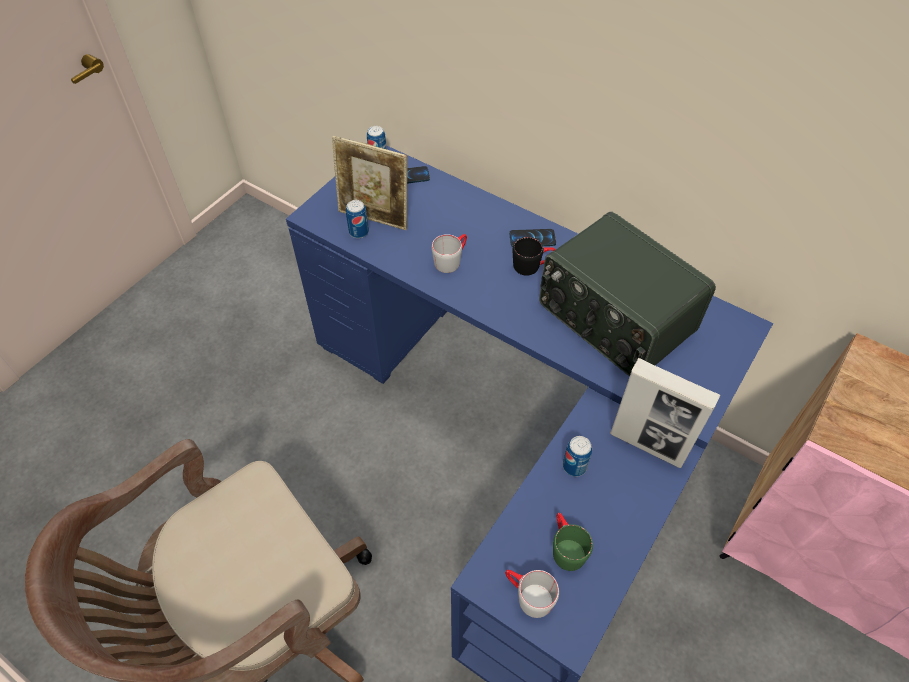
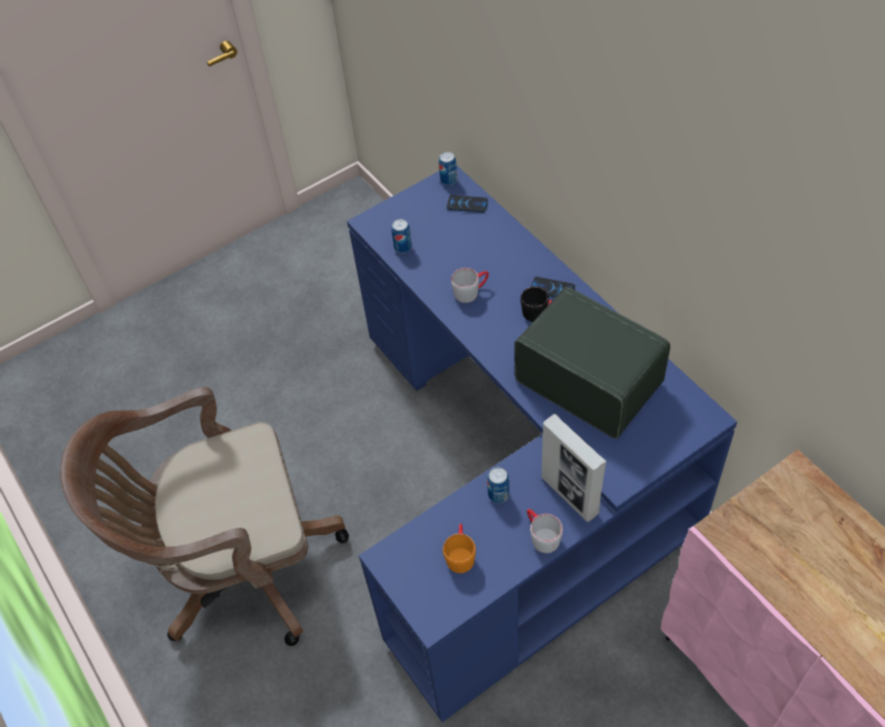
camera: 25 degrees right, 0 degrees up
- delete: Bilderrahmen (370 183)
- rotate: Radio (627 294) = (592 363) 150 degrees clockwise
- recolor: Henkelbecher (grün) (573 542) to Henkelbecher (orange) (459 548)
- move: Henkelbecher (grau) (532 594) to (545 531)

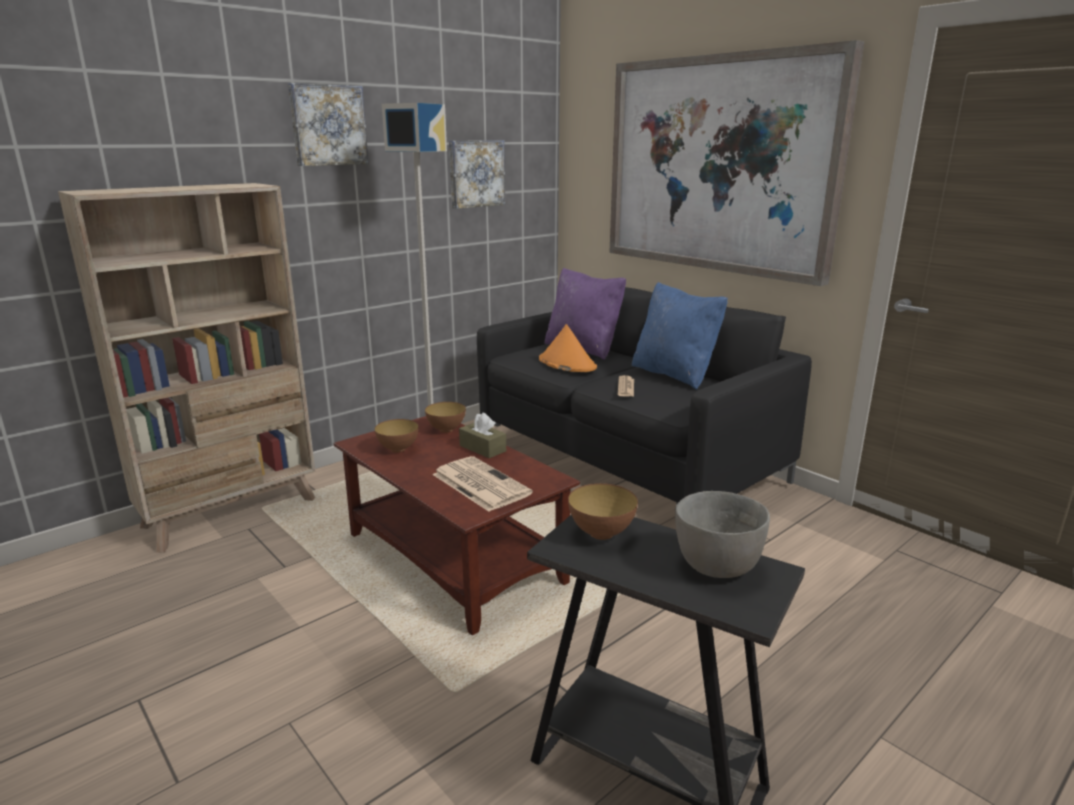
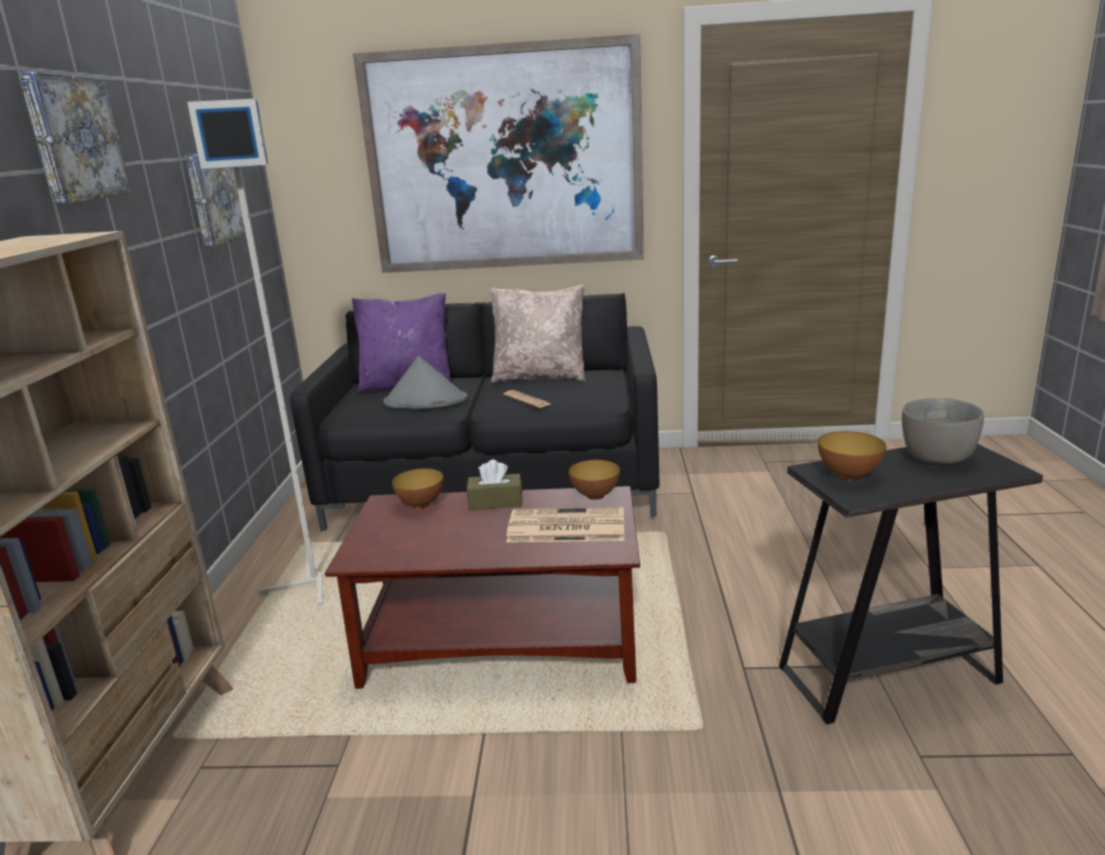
camera: 45 degrees left, 0 degrees up
- recolor: Kissen (blau) (680 336) to Kissen (beige) (538 334)
- recolor: Hut (orange) (568 348) to Hut (grau) (425 382)
- move: Schüssel (397 436) to (594 480)

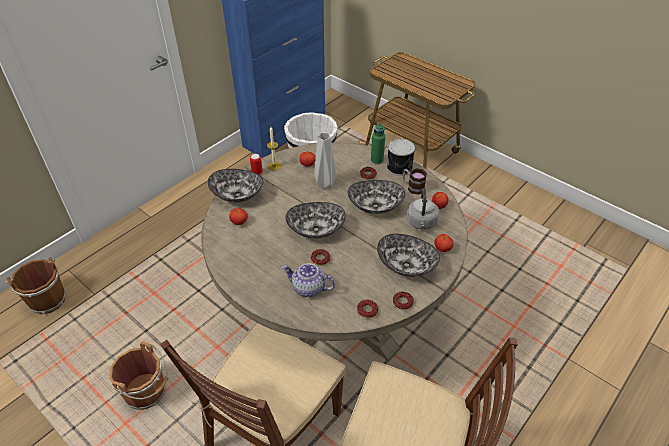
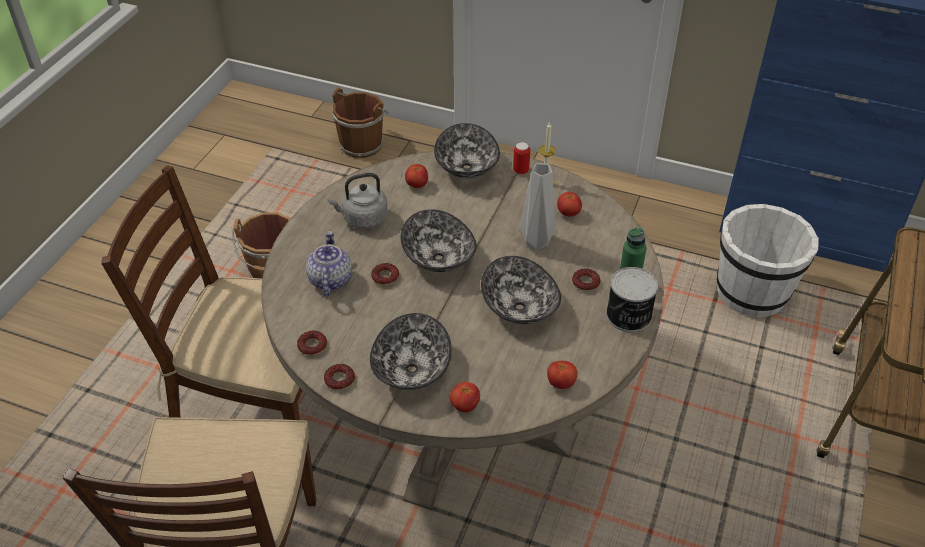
camera: 70 degrees right, 0 degrees up
- delete: Henkelbecher (415 181)
- move: Wasserkessel (grau) (423 209) to (358 201)

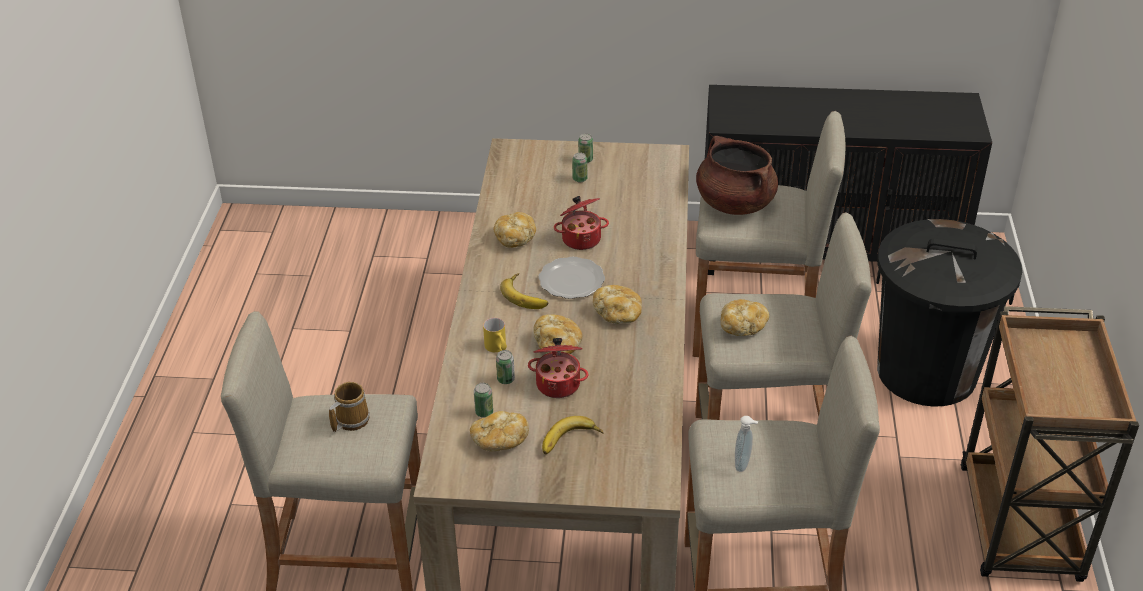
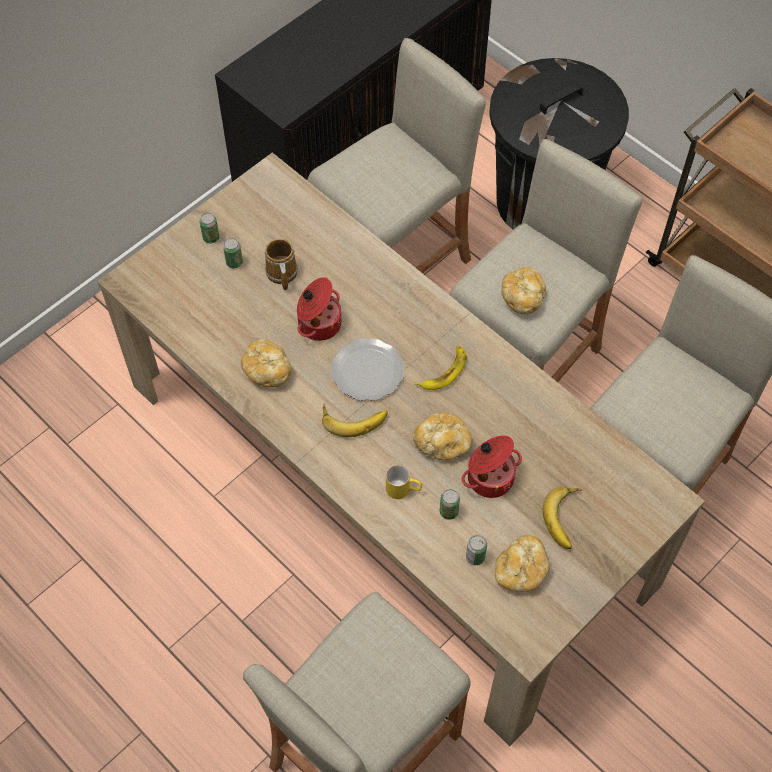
camera: 50 degrees left, 20 degrees up
- delete: Kochtopf (braun) (737 175)
- replace: Brot (617 304) to Banane (440 367)
- move: Henkelbecher (349 407) to (281 264)
- delete: Seifenspender (746 444)

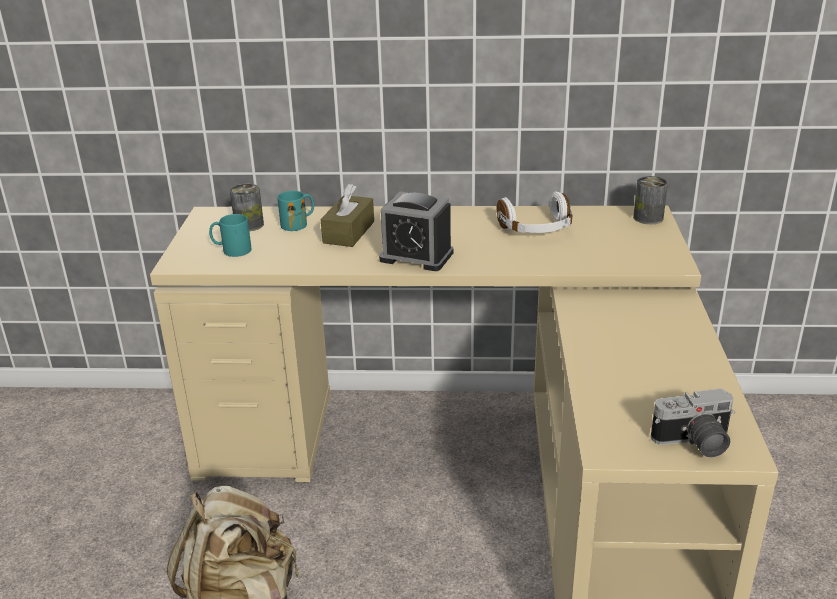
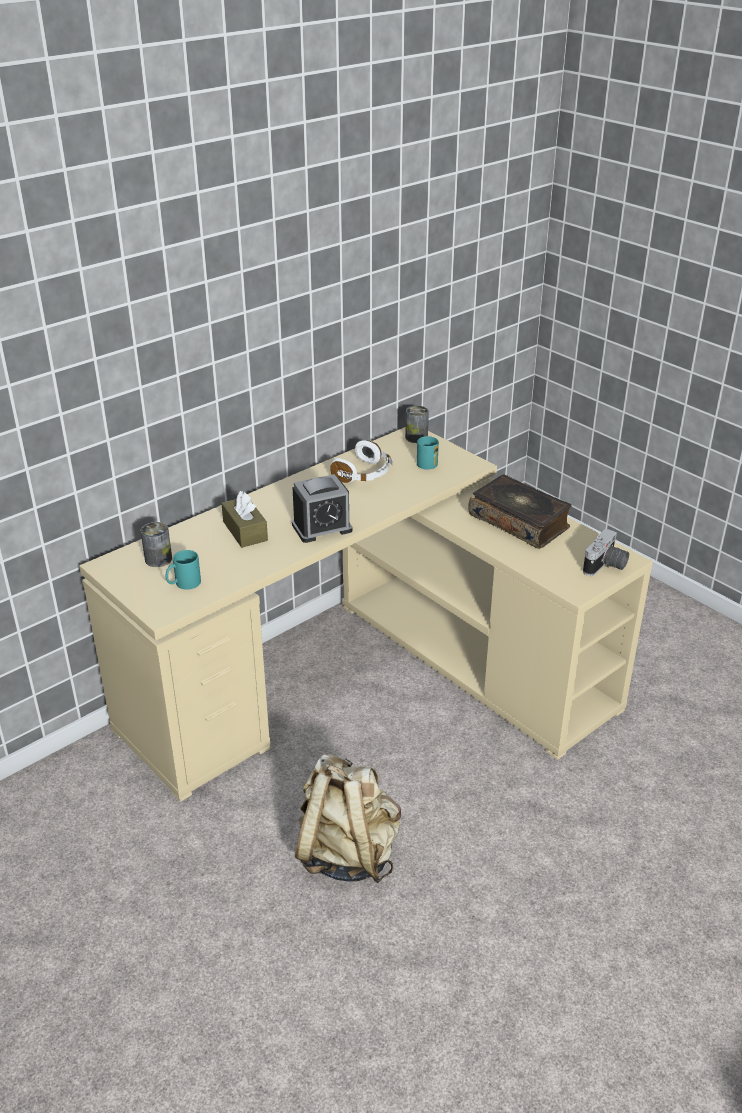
camera: 45 degrees left, 5 degrees up
- move: Henkelbecher (türkis) (295 211) to (428 452)
- insert: Buch (520 511)

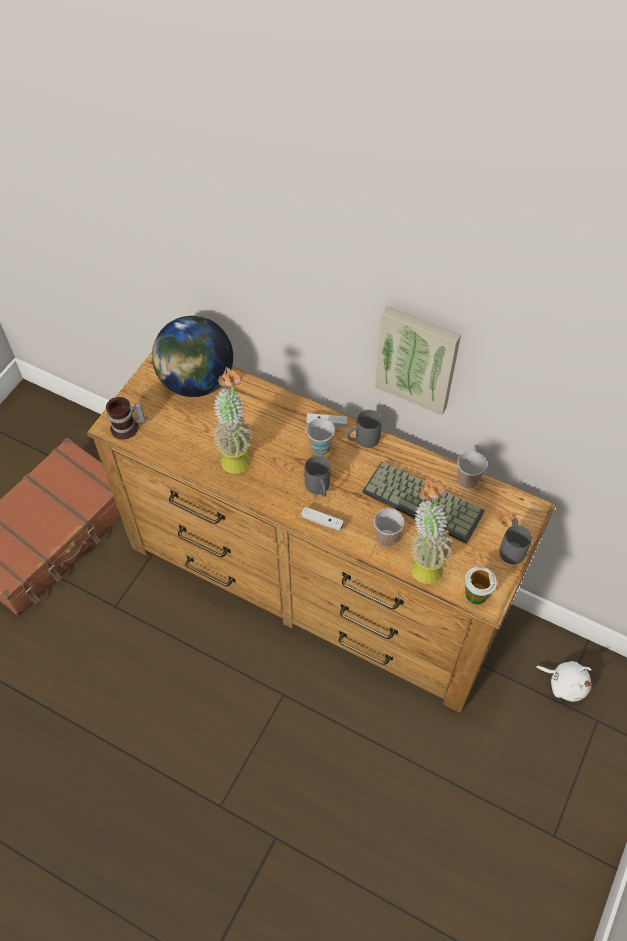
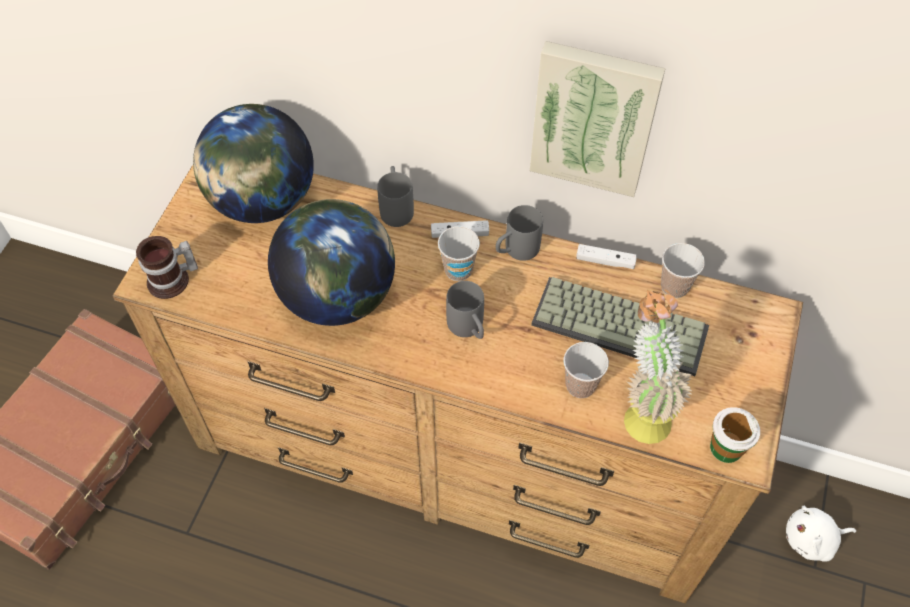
camera: 10 degrees left, 0 degrees up
- replace: Topfpflanze (233 420) to Globus (331 262)
- move: Gamepad (weiß) (322 519) to (606 256)
- move: Henkelbecher (grau) (515 541) to (395 196)
- rotate: Plüschtier (weiß) (564 681) = (821 534) 150 degrees clockwise

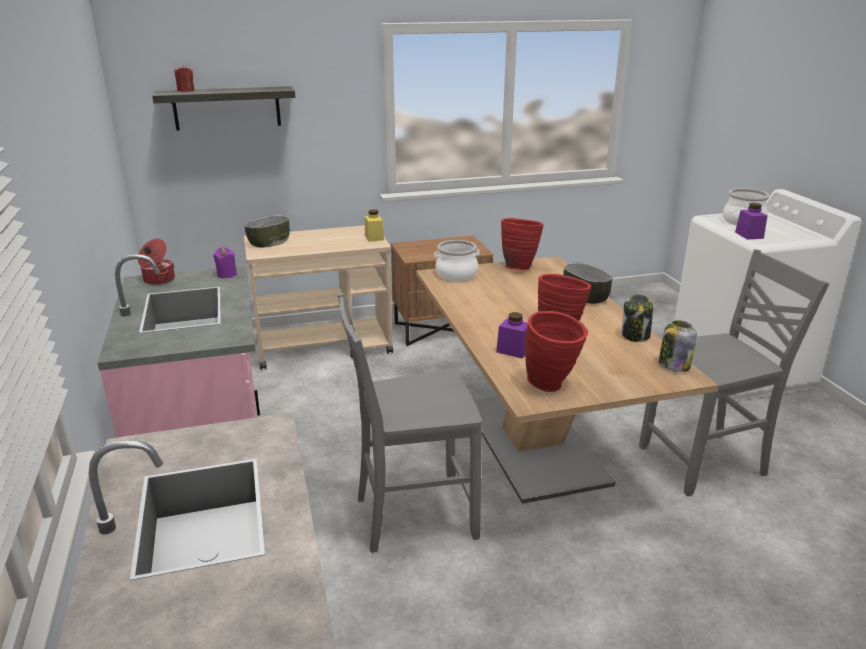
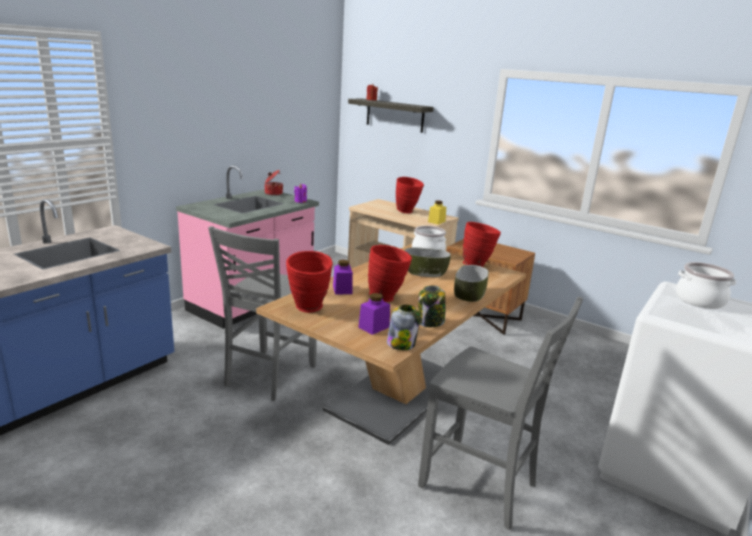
camera: 50 degrees right, 5 degrees down
- move: Vorratsglas (lila) (751 221) to (374 314)
- move: Schüssel (267 231) to (428 262)
- rotate: Stuhl (grau) (410 423) = (262 313) 105 degrees counterclockwise
- insert: Vase (rot) (410 195)

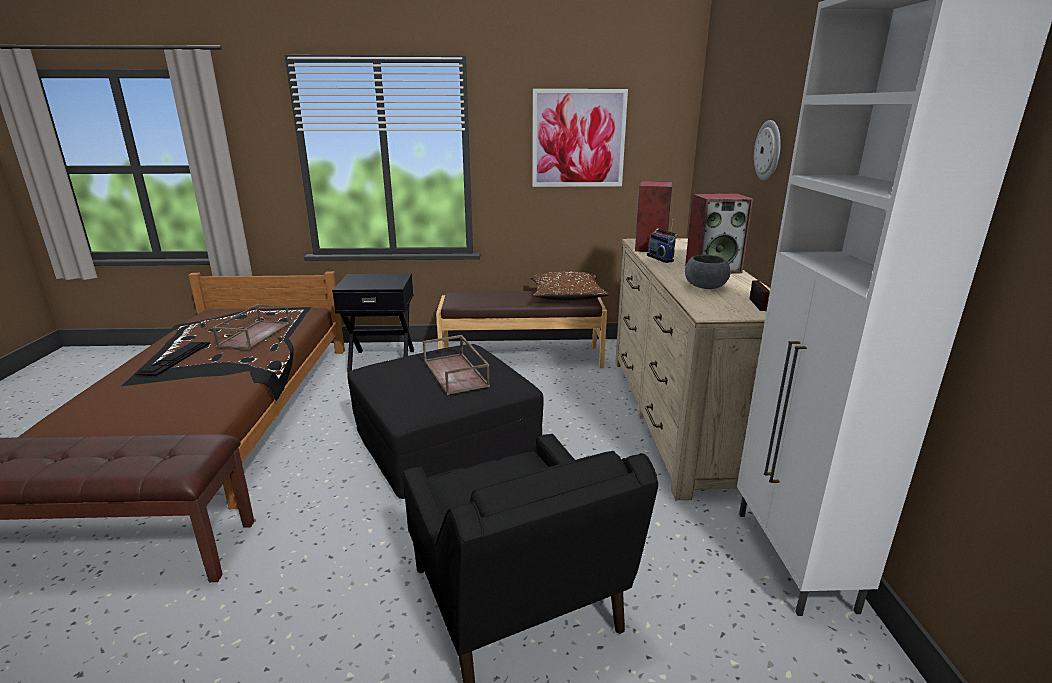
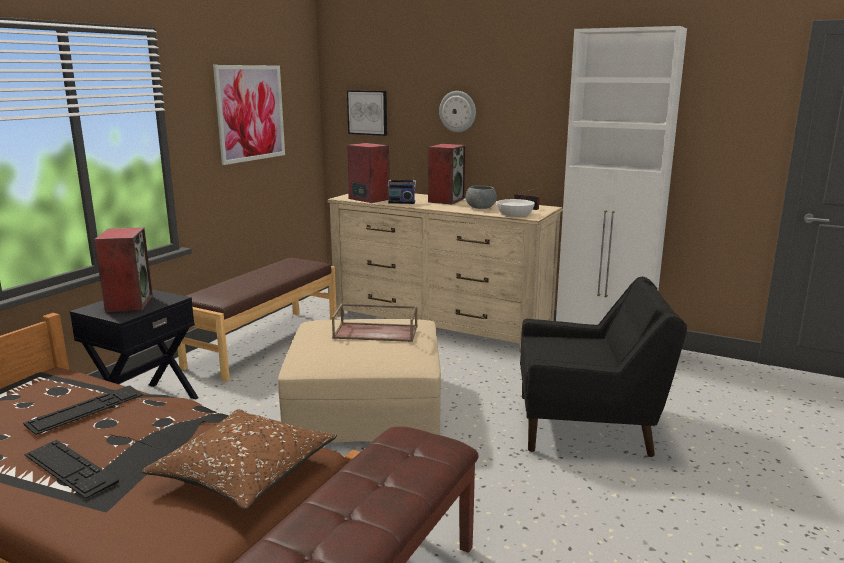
camera: 60 degrees left, 5 degrees down
- move: Kissen (braun) (569 285) to (239 459)
- replace: Tablett (braun) (251 326) to Tastatur (83 410)
- recolor: Polsterhocker (schwarz) (445 421) to Polsterhocker (beige) (359 380)
- insert: Bild (367 113)
- insert: Schüssel (weiß) (516 208)
- insert: Lautsprecher (123 269)

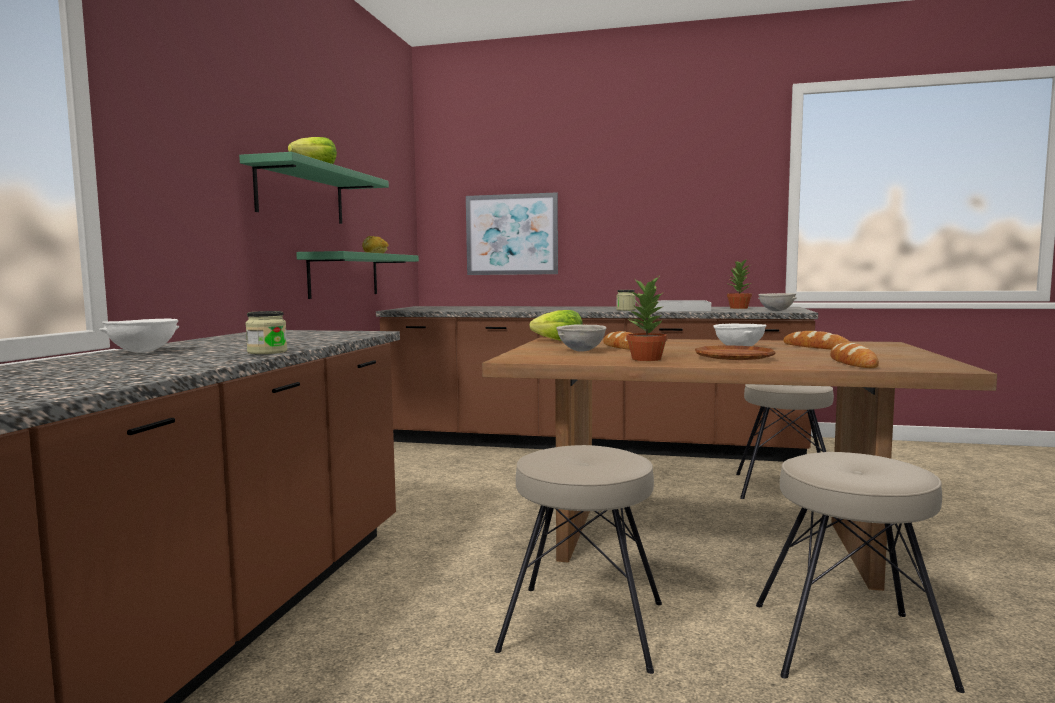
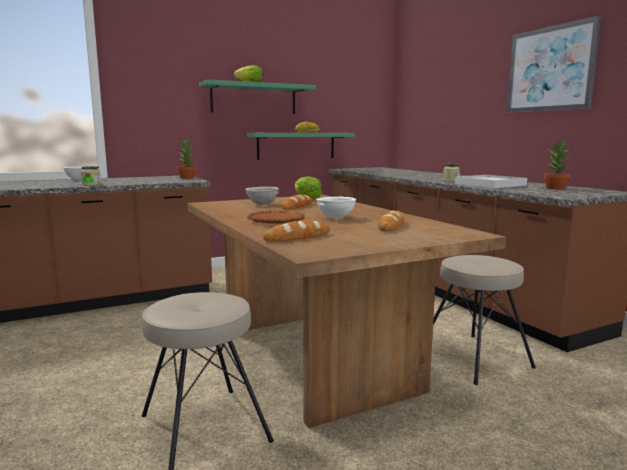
camera: 50 degrees right, 5 degrees up
- move: Bild (512 233) to (554 64)
- move: Topfpflanze (647 319) to (187 159)
- delete: Schüssel (grau) (777 302)
- delete: Hocker (beige) (578 559)

